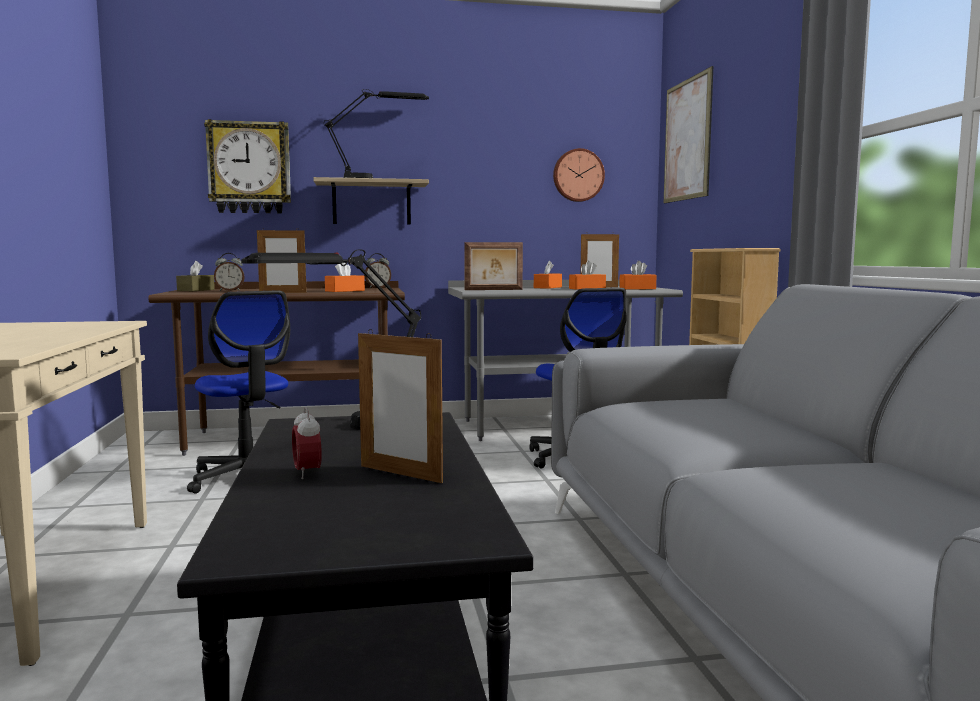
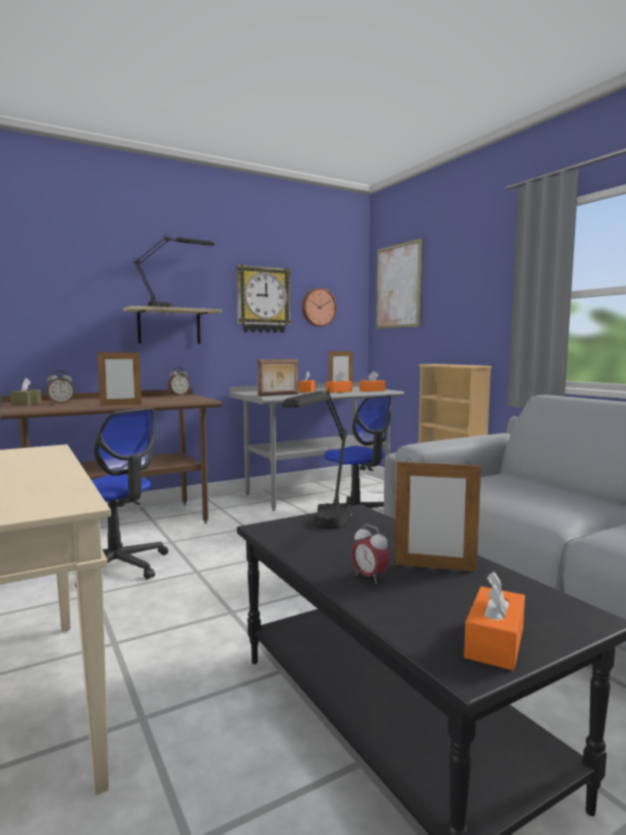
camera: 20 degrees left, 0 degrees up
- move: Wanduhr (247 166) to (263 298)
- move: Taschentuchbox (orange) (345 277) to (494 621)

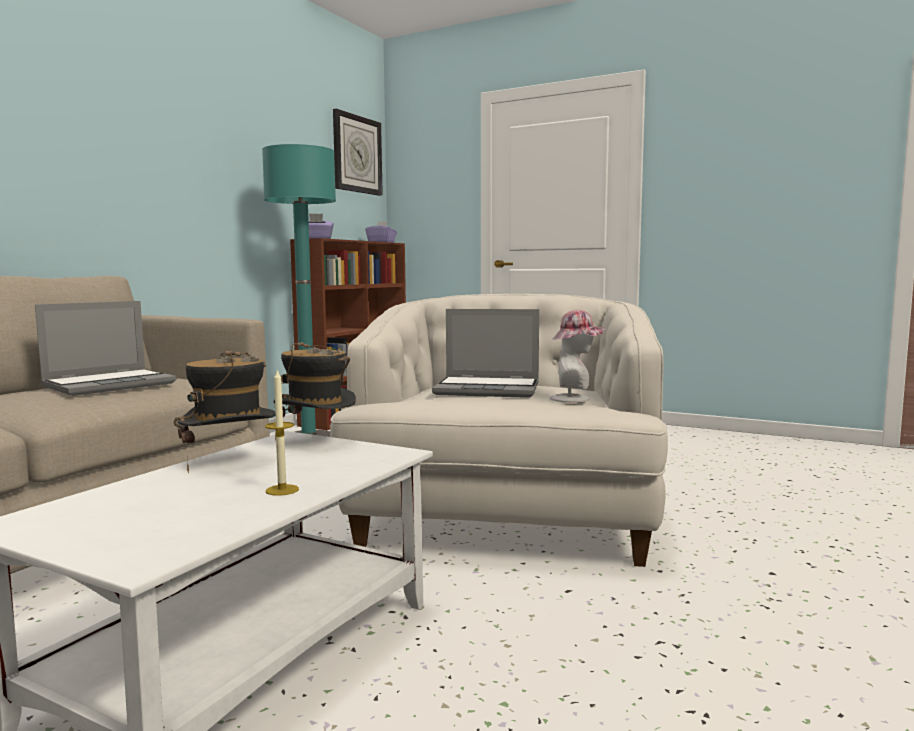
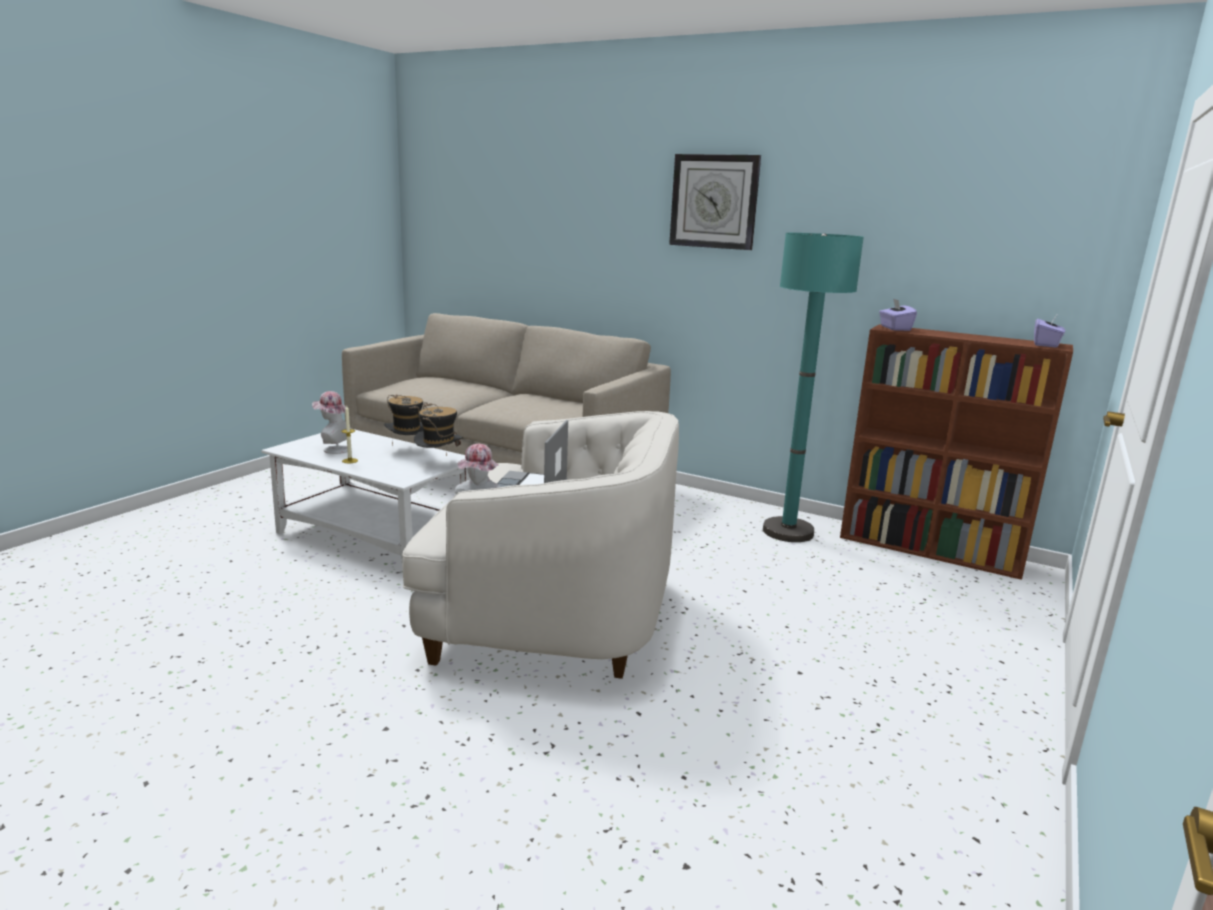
camera: 90 degrees right, 10 degrees up
- move: Wanduhr (358 152) to (715 202)
- delete: Laptop (105 348)
- insert: Hut (331 422)

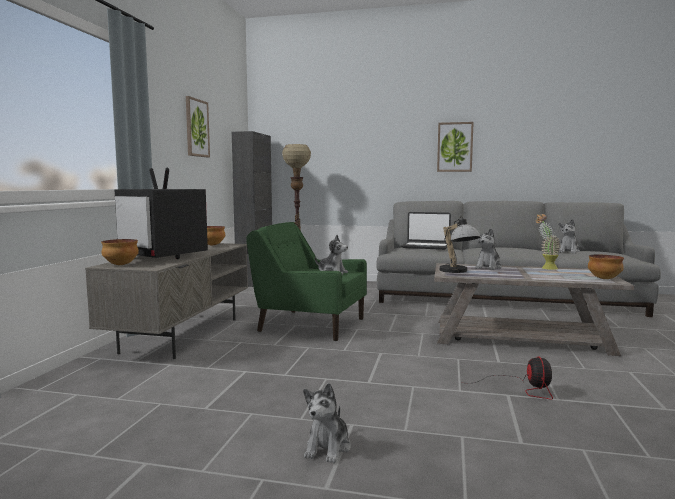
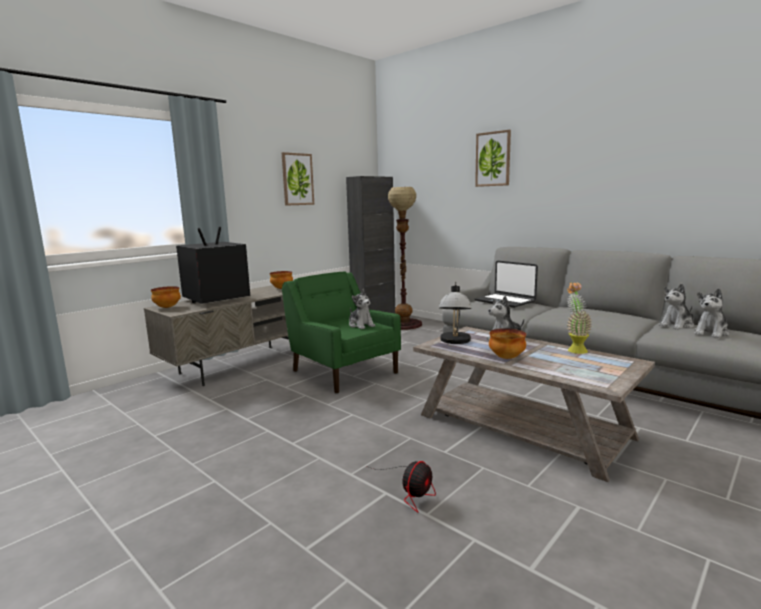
camera: 30 degrees right, 5 degrees up
- move: Bild (455 147) to (493 158)
- rotate: Fernseher (161 213) = (213 265) 75 degrees clockwise
- move: Schüssel (606 267) to (507 343)
- move: Plüschtier (327 423) to (711 313)

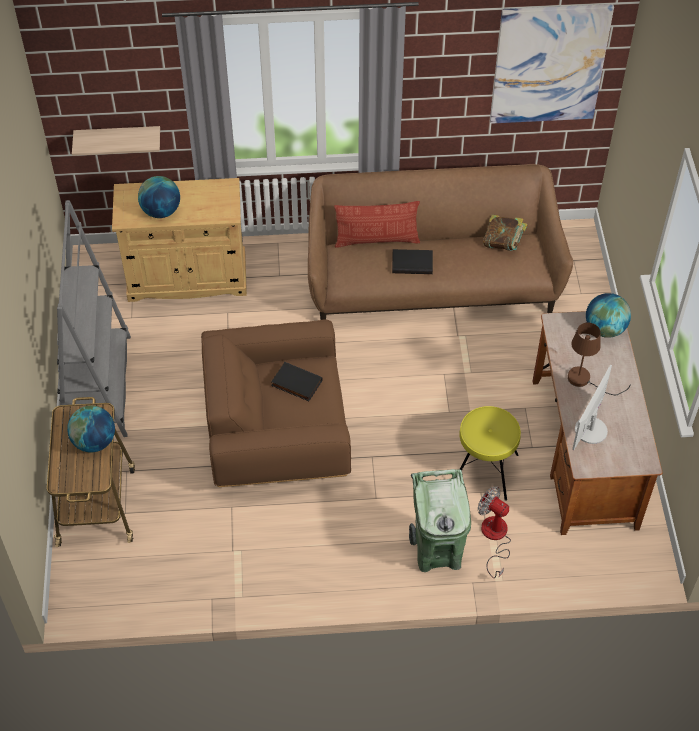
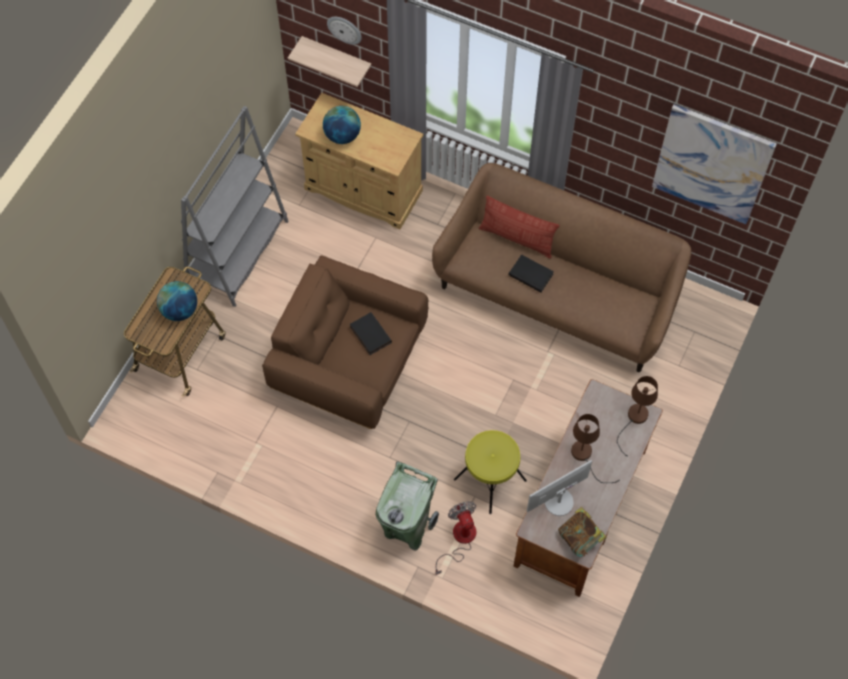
camera: 30 degrees right, 10 degrees up
- move: Buch (505 233) to (582 532)
- replace: Globus (608 315) to Tischlampe (braun) (637 416)
- insert: Wanduhr (344 31)

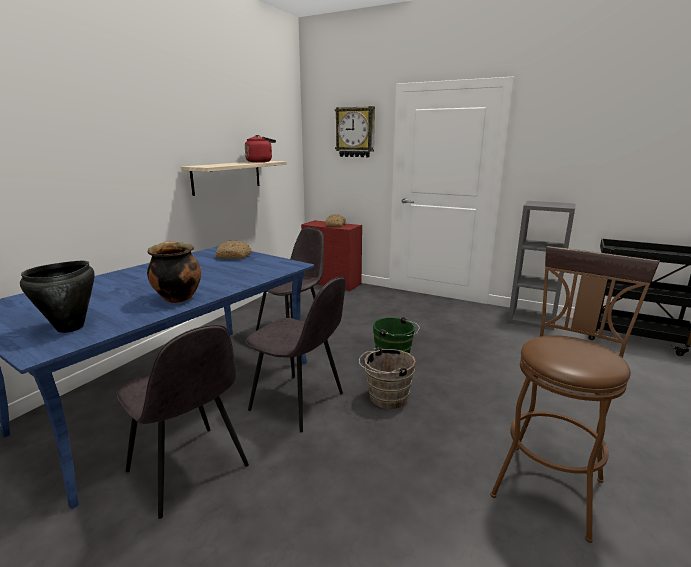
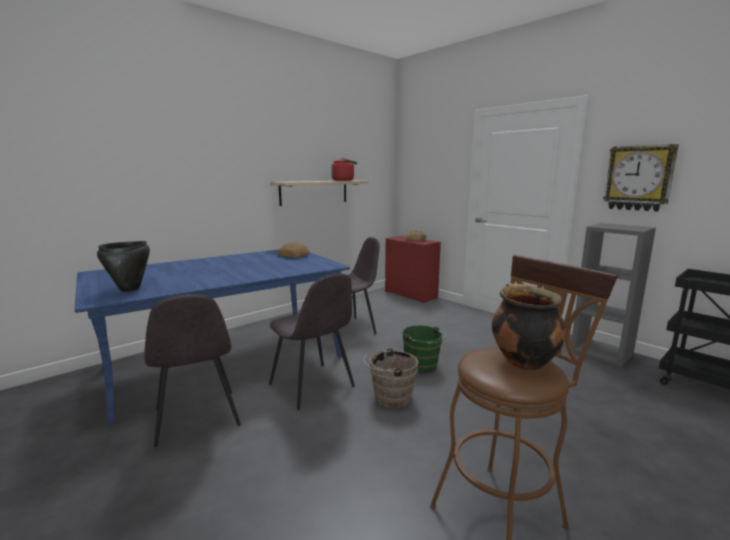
camera: 20 degrees right, 5 degrees down
- move: Wanduhr (355 131) to (641 178)
- move: Kochtopf (174 272) to (529 327)

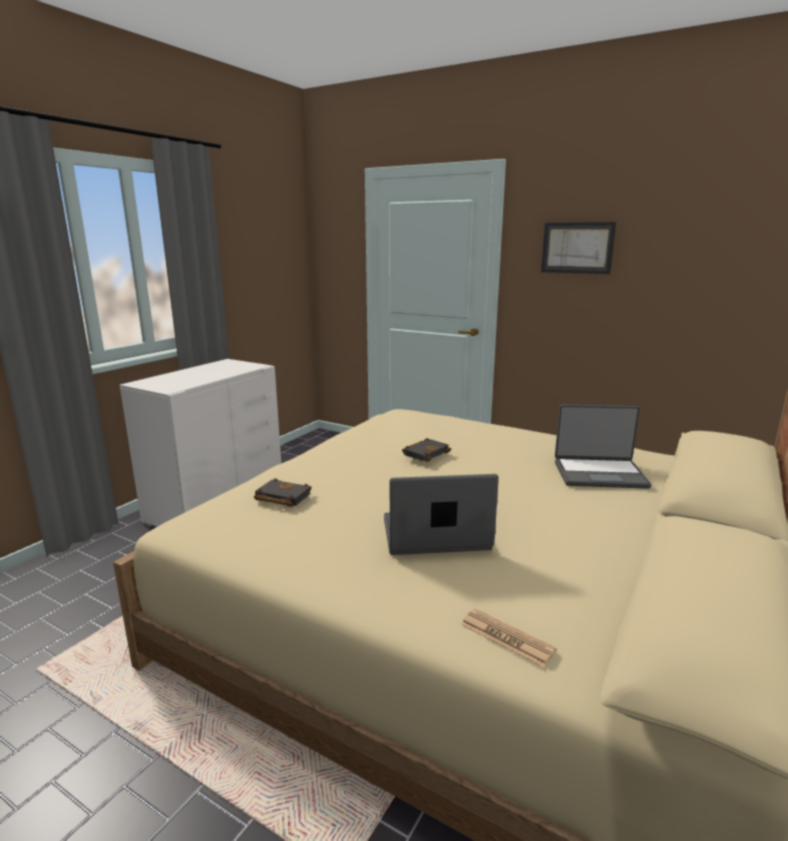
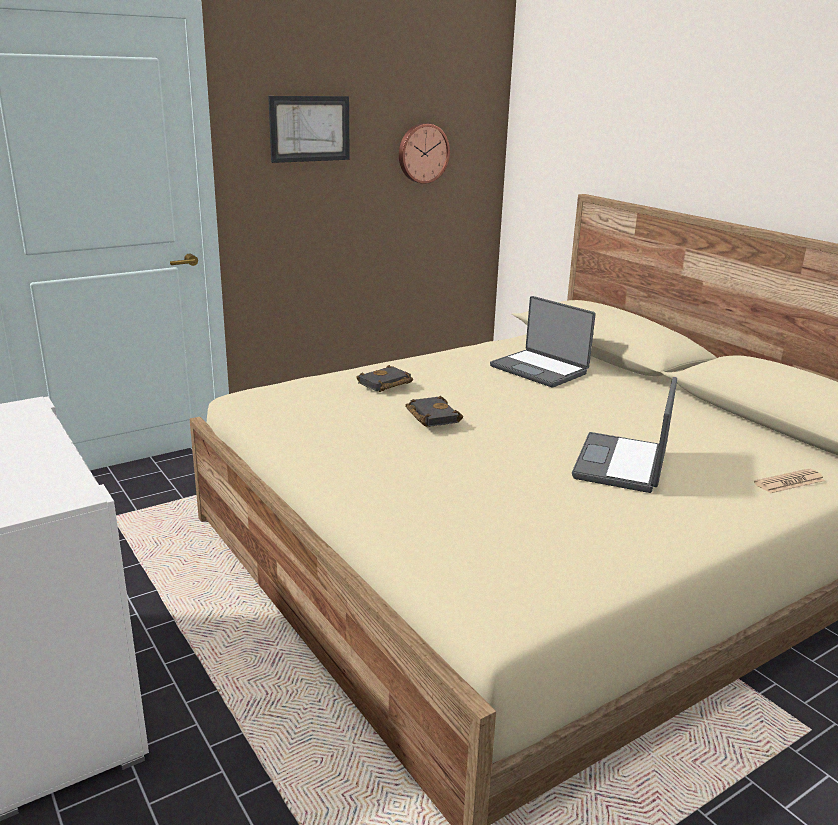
camera: 65 degrees left, 5 degrees up
- rotate: Laptop (603 447) = (543 342) 105 degrees clockwise
- move: Buch (schwarz) (283 492) to (384 378)
- insert: Wanduhr (424 153)

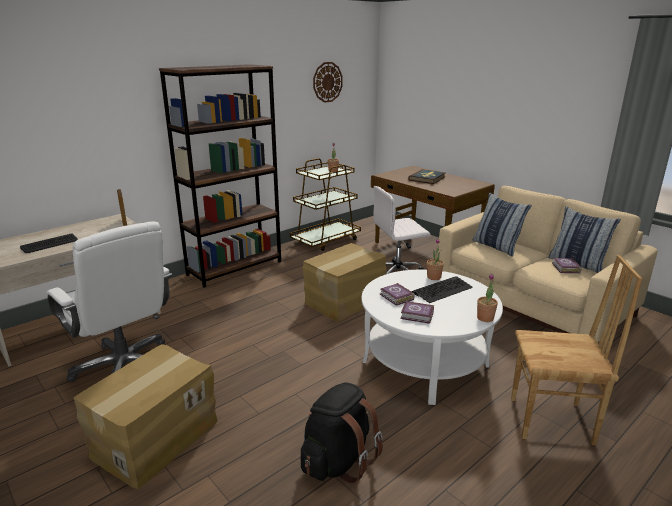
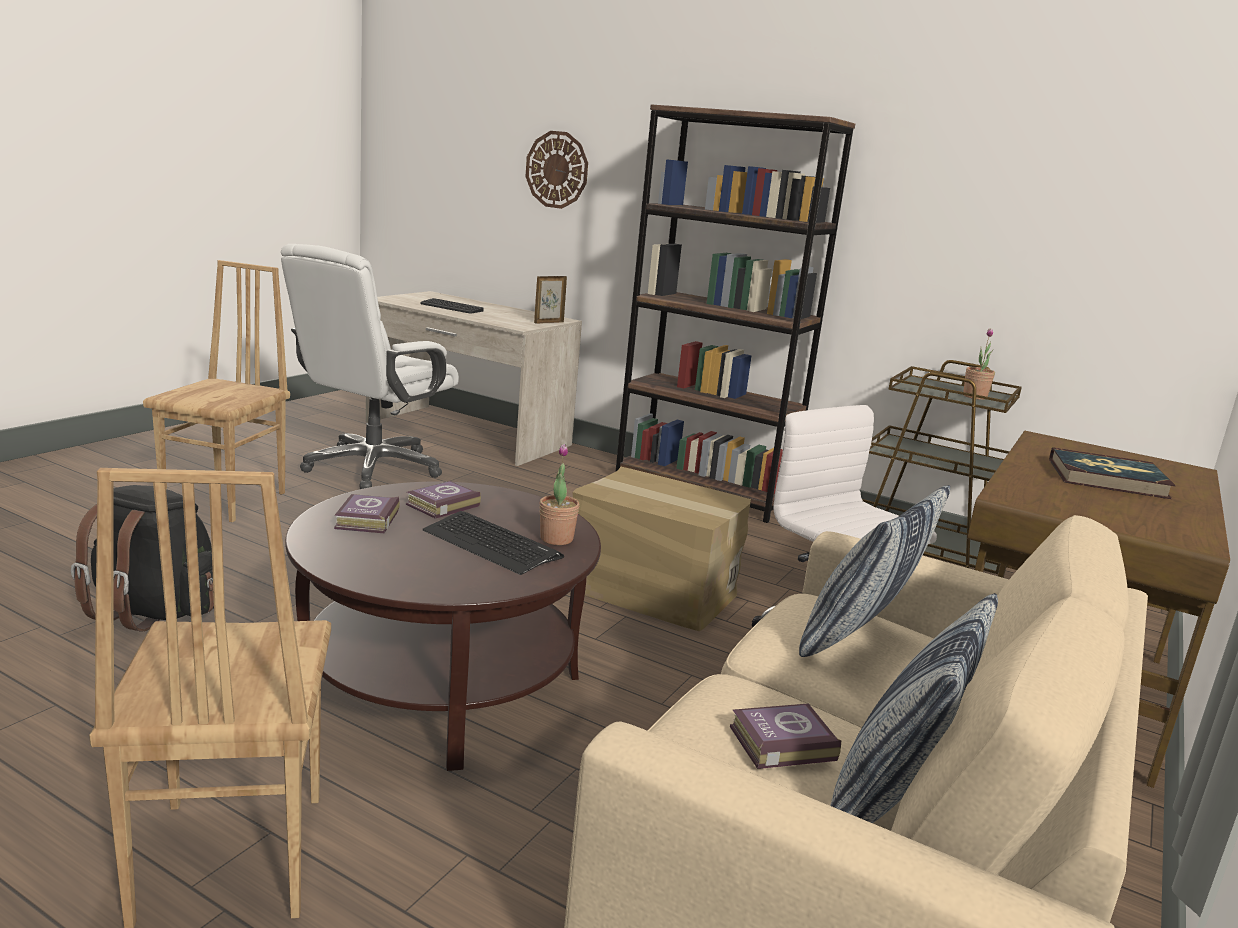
camera: 70 degrees right, 5 degrees down
- move: Wanduhr (328 82) to (556 170)
- recolor: Couchtisch (weiß) (432 337) to Couchtisch (braun) (443 626)
- delete: Topfpflanze (487 298)
- replace: Karton (146 416) to Stuhl (braun) (216 391)

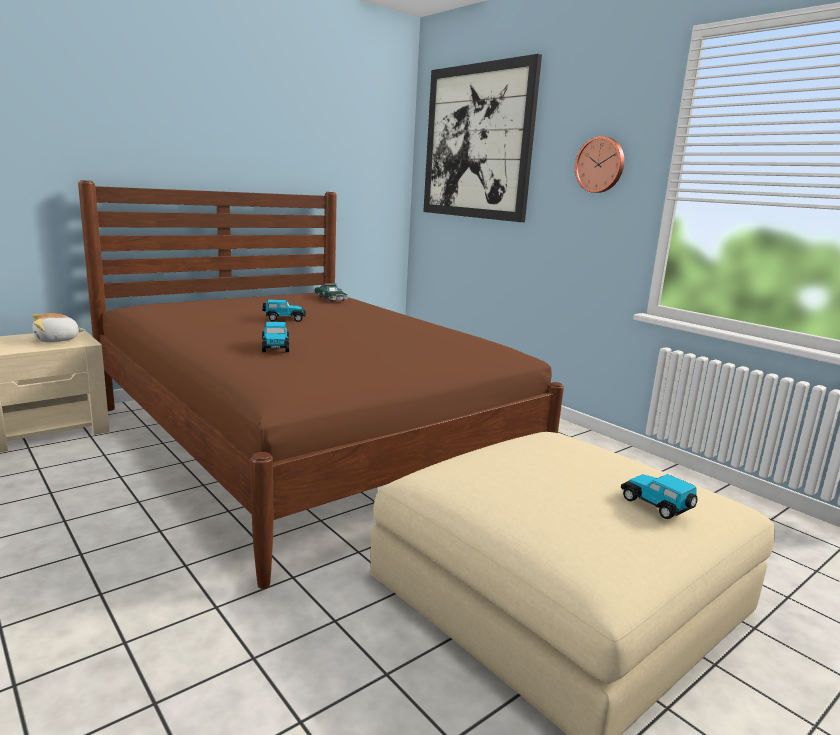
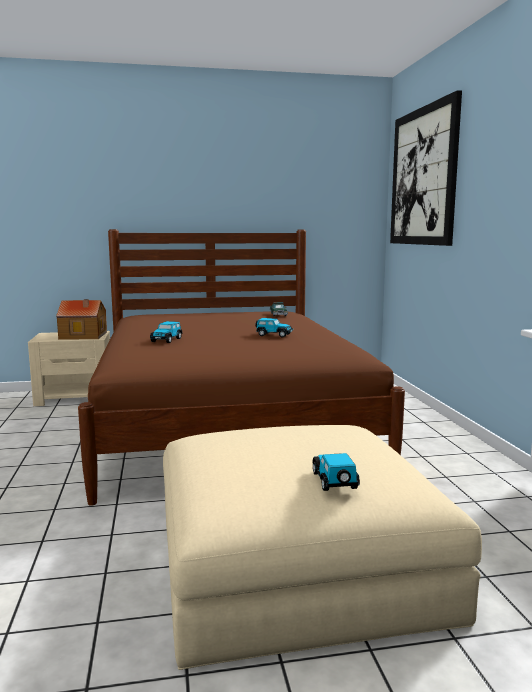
camera: 30 degrees right, 5 degrees down
- delete: Wanduhr (599 164)
- move: Spielzeugauto (284 310) to (274 327)
- replace: Plüschtier (58 327) to Spielzeughaus (81 319)

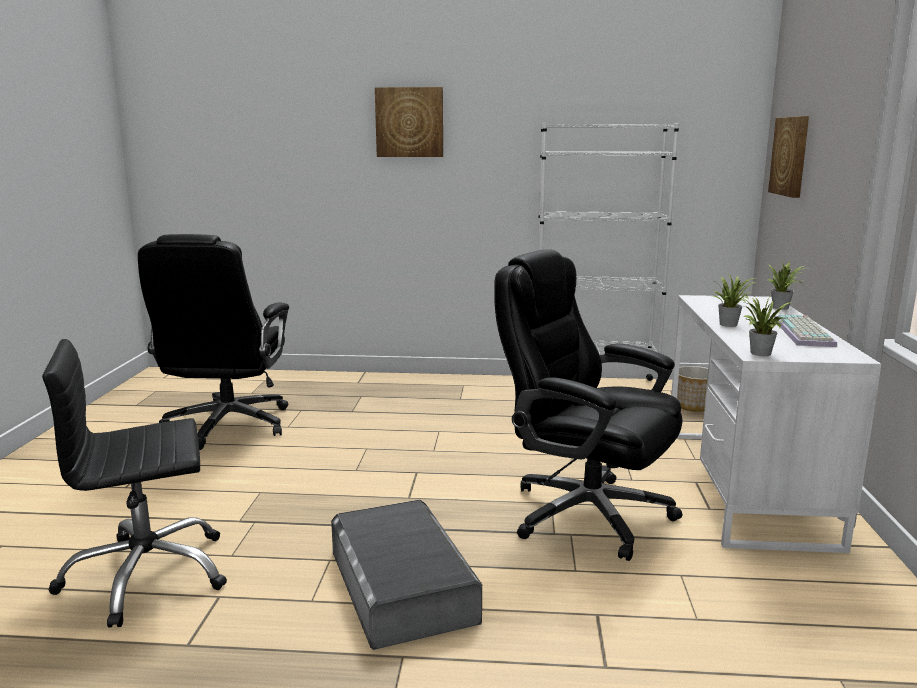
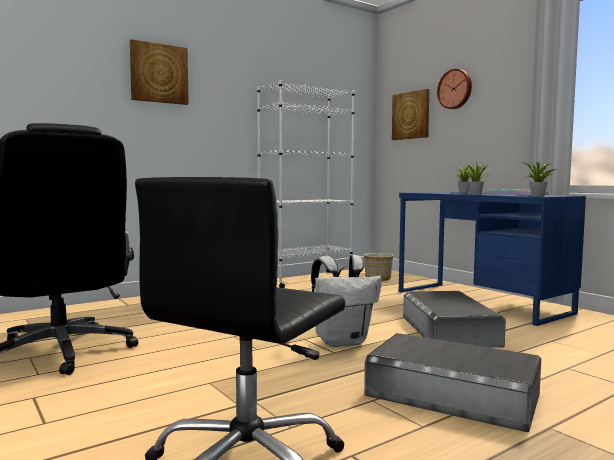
camera: 40 degrees left, 10 degrees down
- replace: Bürostuhl (schwarz) (588 405) to Aufbewahrungsbox (grau) (454 319)
- recolor: Schreibtisch (weiß) (776 424) to Schreibtisch (blau) (492 259)
- insert: Wanduhr (454 89)
- insert: Rucksack (weiß) (346 301)

